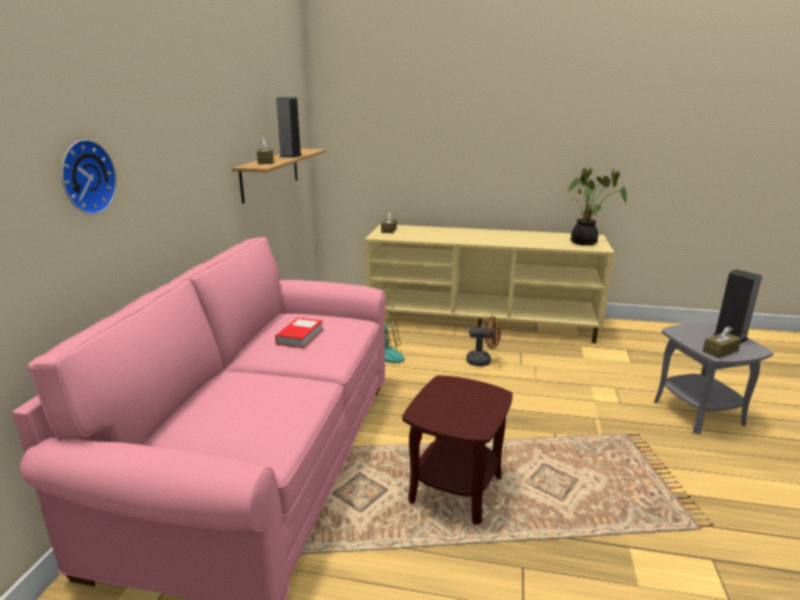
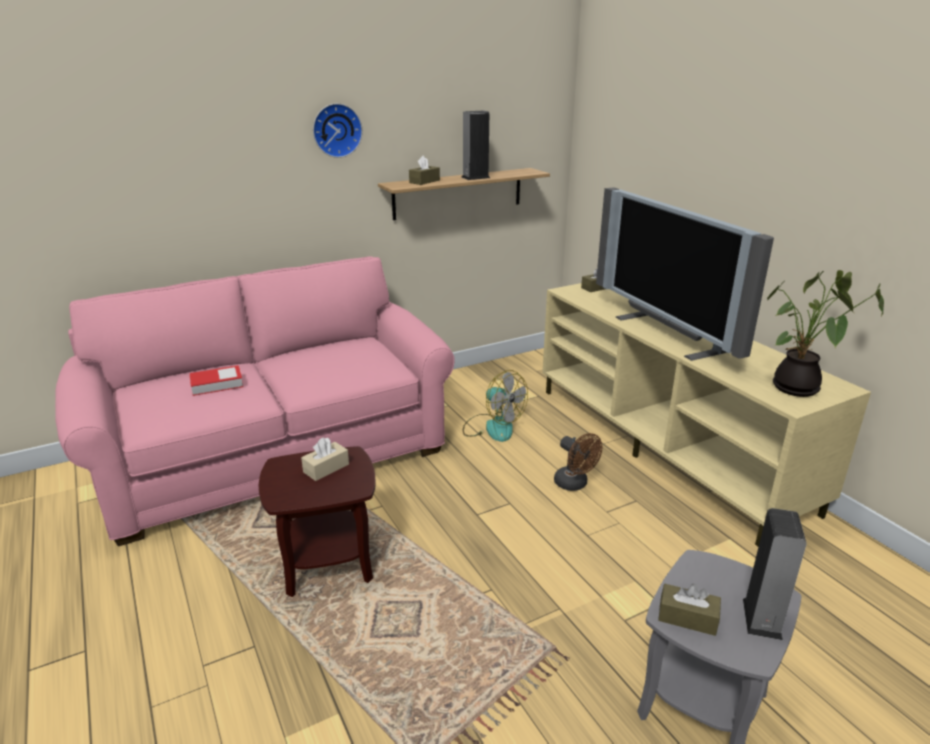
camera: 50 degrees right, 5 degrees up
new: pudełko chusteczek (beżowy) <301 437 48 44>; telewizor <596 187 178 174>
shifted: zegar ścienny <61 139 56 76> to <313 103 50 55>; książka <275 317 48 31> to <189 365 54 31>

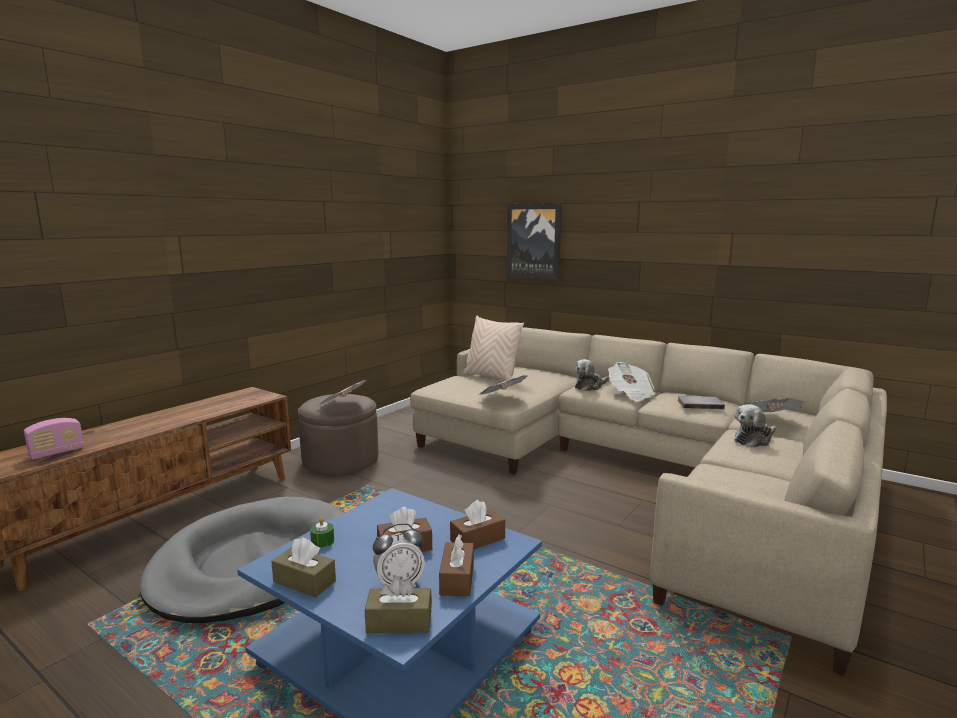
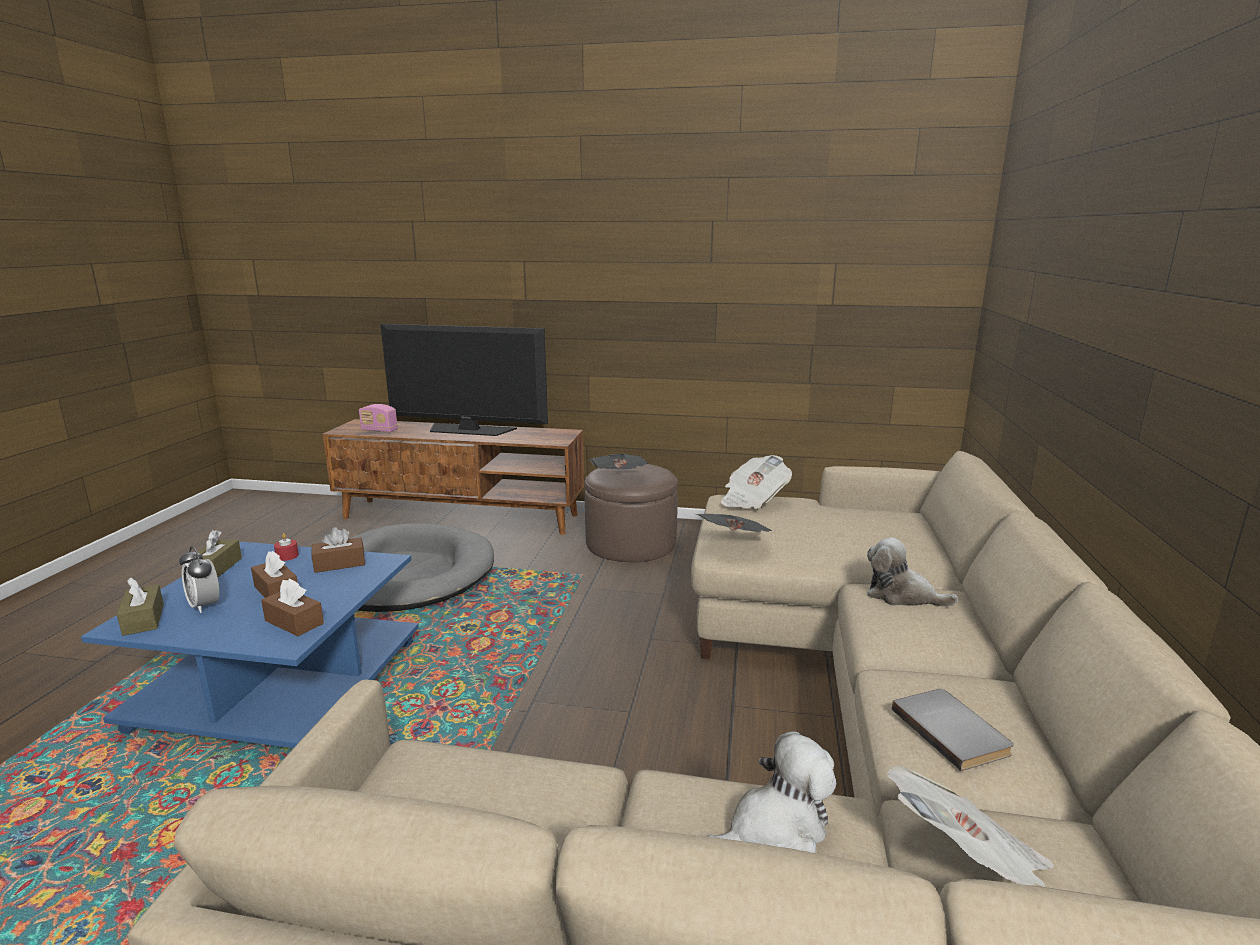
camera: 65 degrees right, 5 degrees up
gone: poduszka (beżowy) <463 316 61 65>; obraz <506 203 56 77>
new: telewizor <380 324 168 112>
shifted: pudełko chusteczek (brązowy) <439 535 35 61> to <311 527 54 46>; gazeta <608 362 48 39> to <721 455 71 54>
repainted: świeca (zielony) <310 517 24 31> to świeca (czerwony) <274 533 25 28>
rotated: pluszak <734 404 42 44> = <707 731 129 122> 120 degrees clockwise

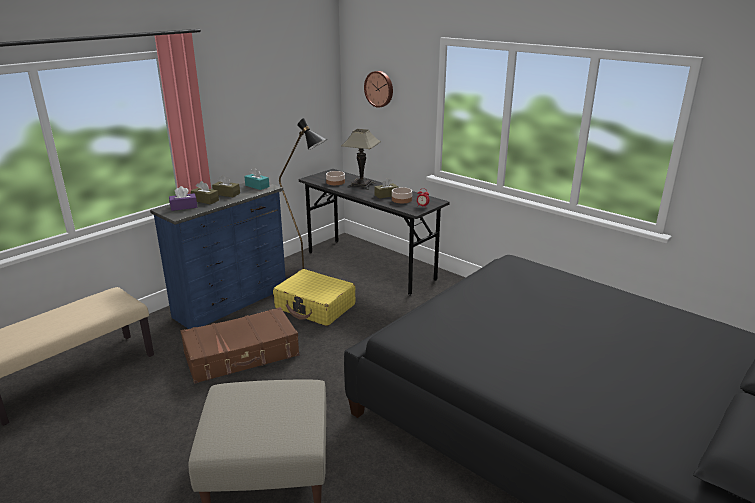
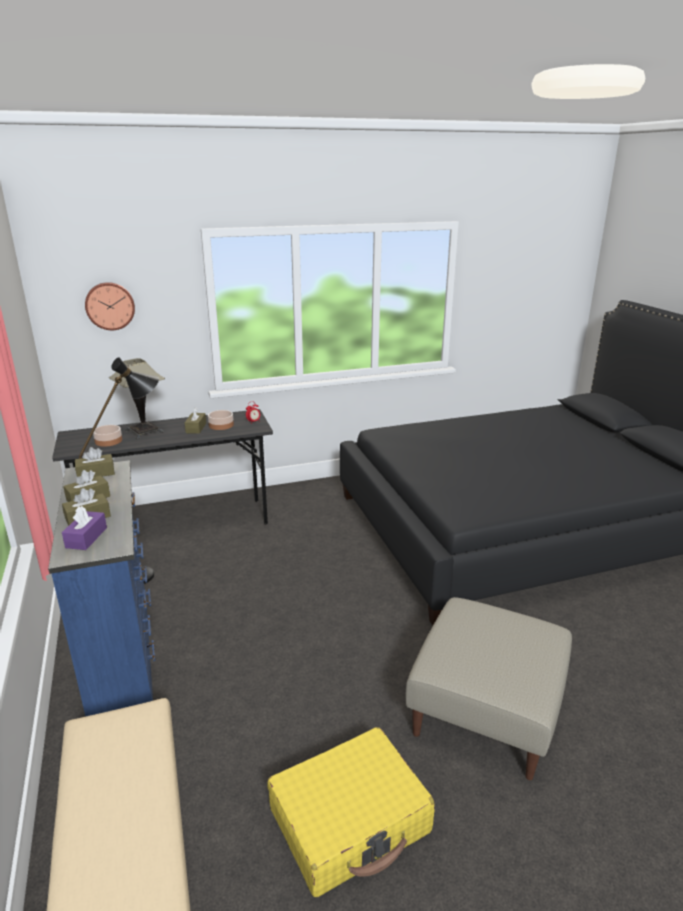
camera: 60 degrees left, 0 degrees up
gone: walizka (brązowy) <180 307 119 76>
shifted: walizka (żółty) <273 269 82 57> to <267 727 167 170>
repainted: pudełko chusteczek (turkusowy) <244 168 25 22> to pudełko chusteczek (brązowy) <75 447 40 30>

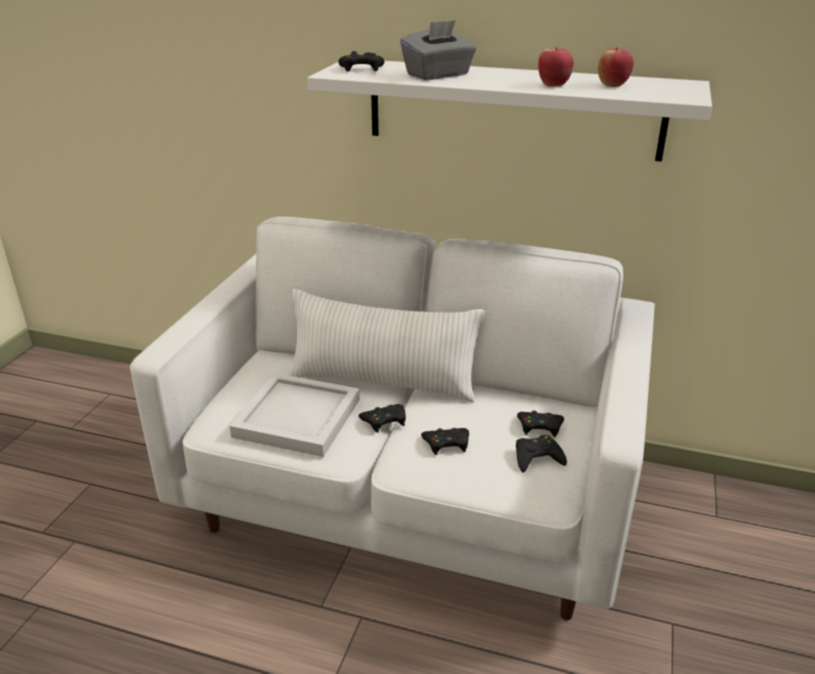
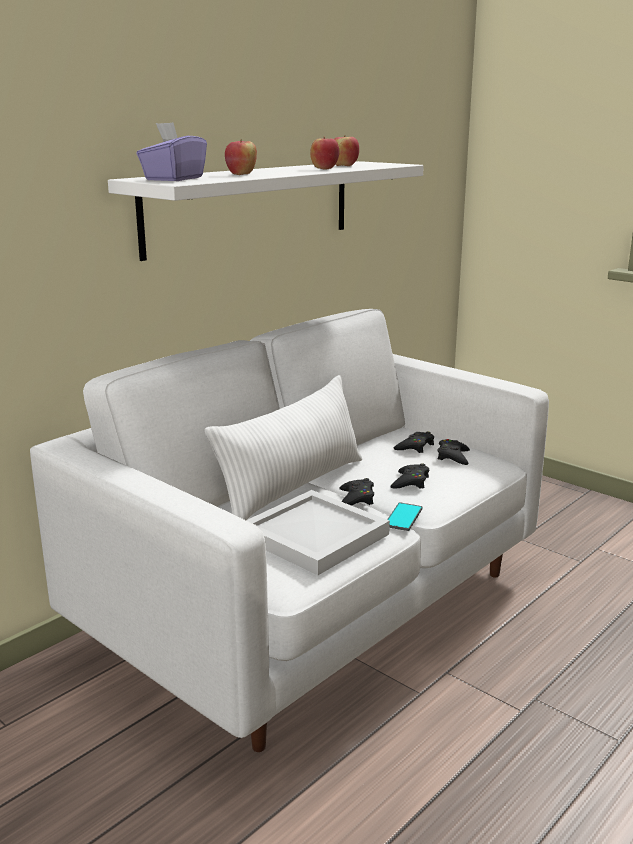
camera: 65 degrees left, 10 degrees down
new: telefon <387 502 35 29>
swapped: pad do gier (czarny) <338 51 47 21> to pudełko chusteczek (fioletowy) <137 122 70 59>; pudełko chusteczek (szary) <400 20 76 60> to jabłko <225 139 32 36>

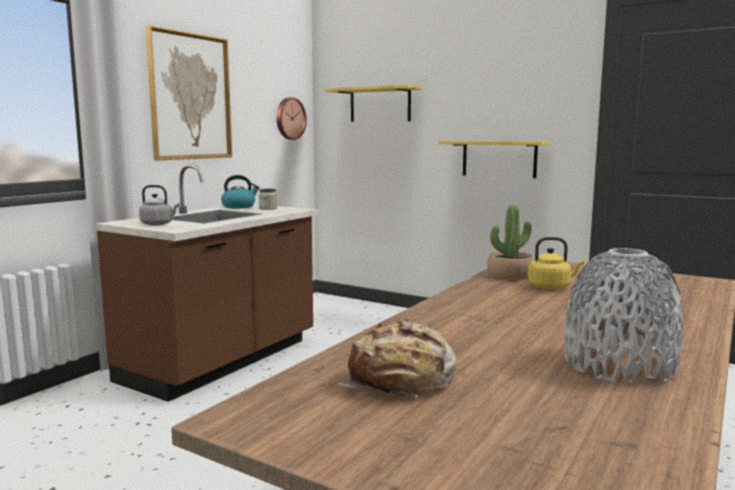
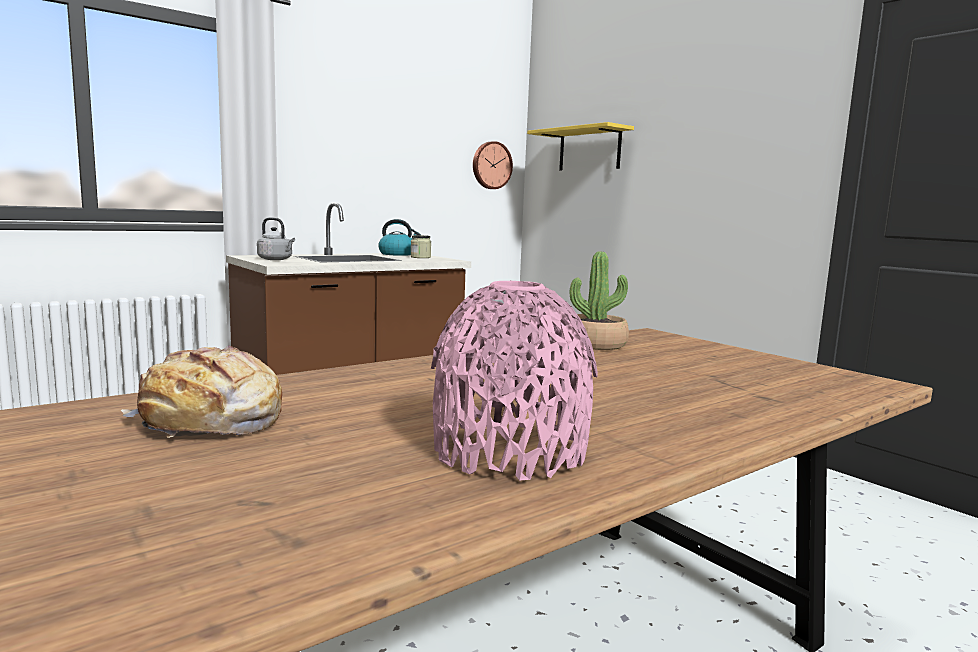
camera: 20 degrees right, 0 degrees up
gone: obraz <146 25 86 135>; półka (żółty) <438 141 114 37>; czajnik (żółty) <528 237 56 52>
repainted: wazon (szary) <565 248 118 136> to wazon (różowy) <431 281 167 199>

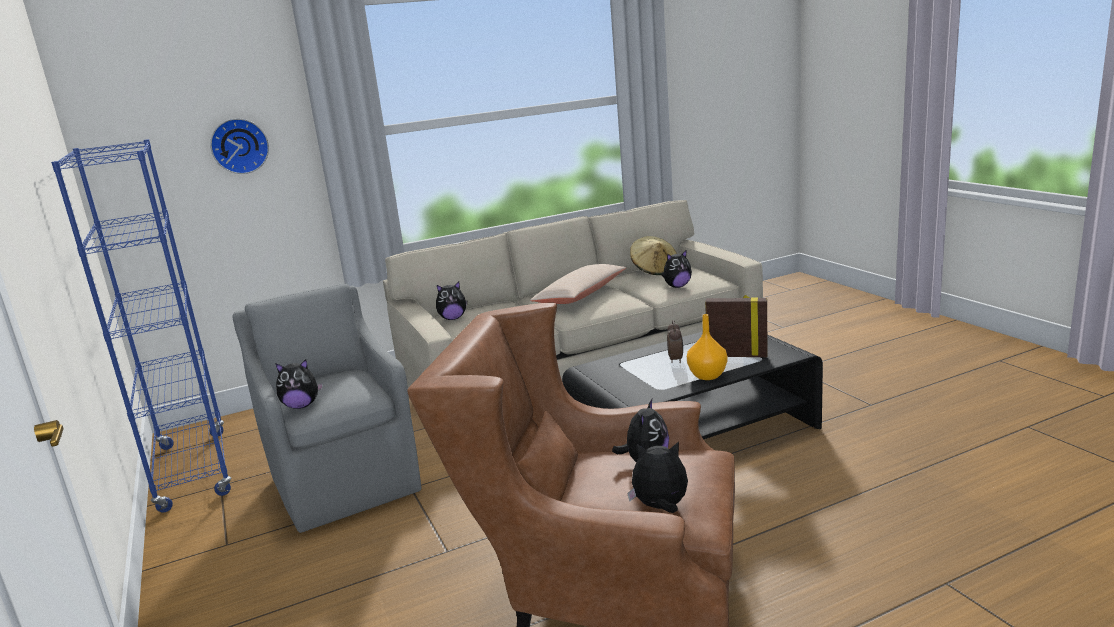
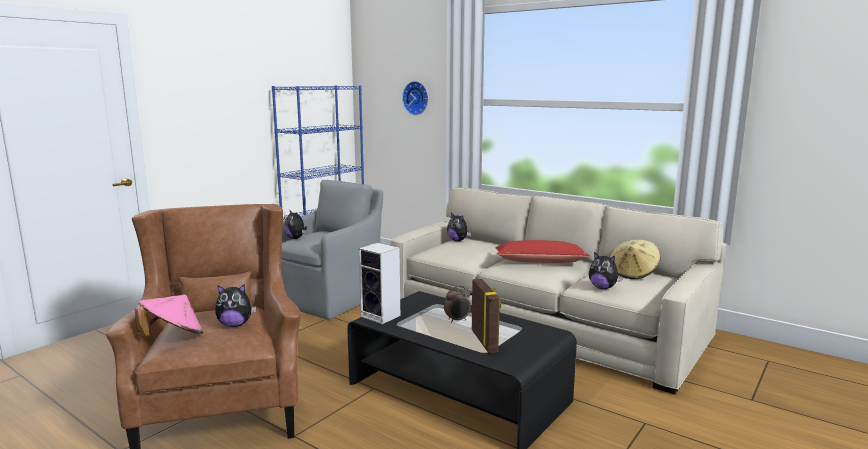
camera: 60 degrees right, 5 degrees down
gone: wazon (pomarańczowy) <687 314 41 66>
new: głośnik <359 243 41 81>
swapped: pluszak <627 442 61 71> to kapelusz (różowy) <135 295 68 42>
repainted: poduszka (beżowy) <530 264 97 40> to poduszka (czerwony) <495 240 95 23>

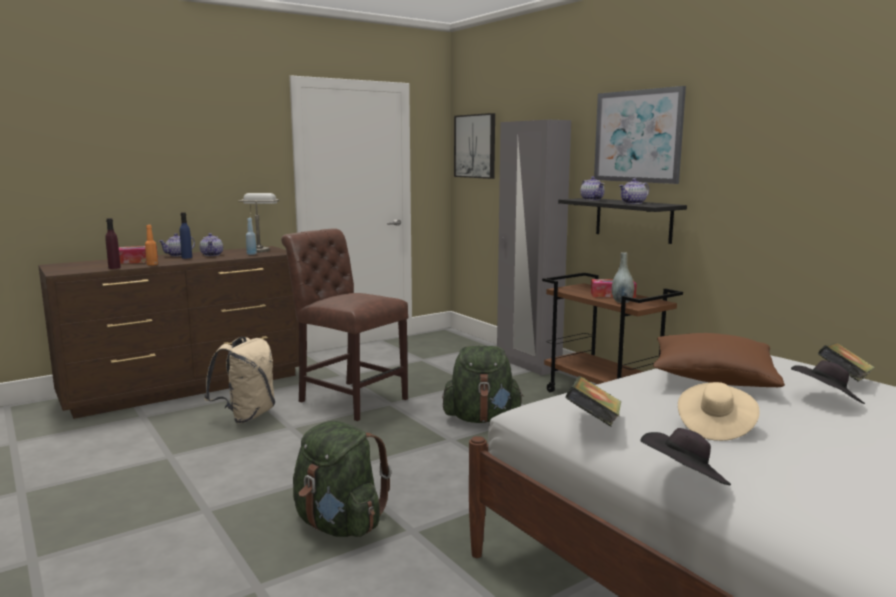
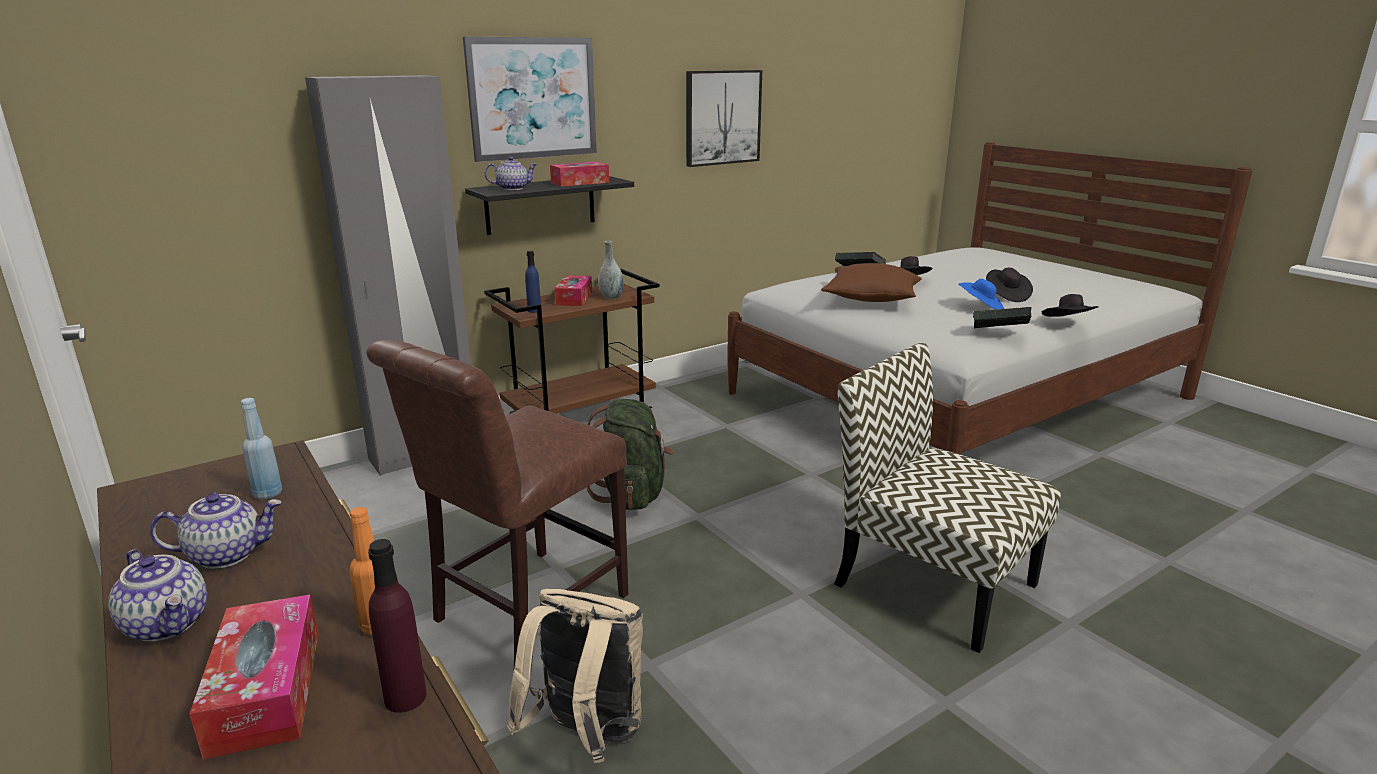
camera: 90 degrees left, 10 degrees up
gone: lampa stołowa (szary) <238 193 41 60>
new: kapelusz (czarny) <986 268 47 34>
shifted: butelka (niebieski) <180 212 12 47> to <525 251 16 62>; obraz <454 113 41 66> to <686 70 76 97>
swapped: plecak (zielony) <293 421 98 116> to krzesło <834 343 227 310>; imbryk <619 178 30 26> to pudełko chusteczek <550 162 59 25>
repainted: kapelusz (beżowy) <678 382 82 59> to kapelusz (niebieski) <959 279 45 30>

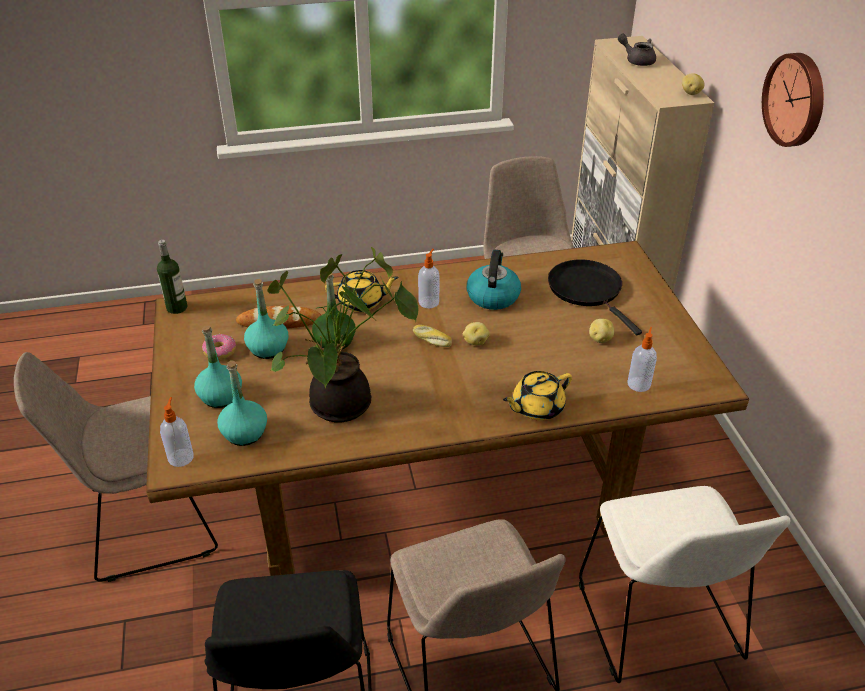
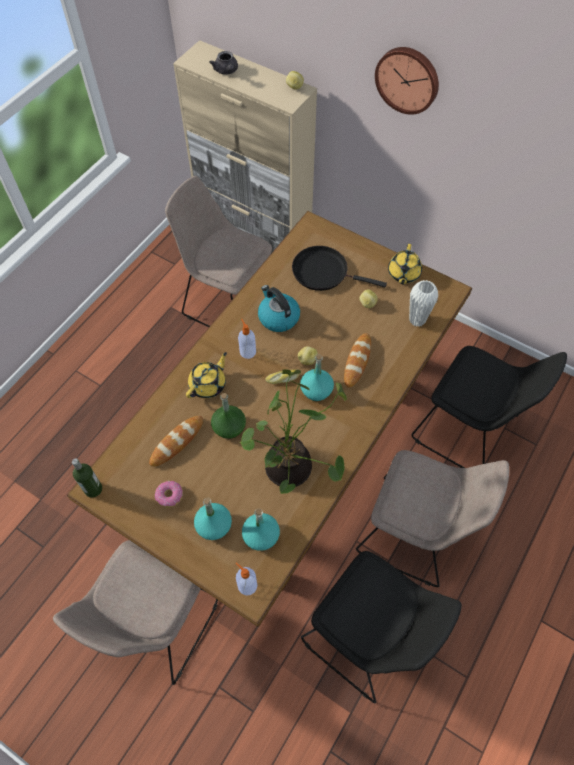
camera: 45 degrees left, 20 degrees up
new: chleb <344 333 27 55>
shifted: butelka (turkusowy) <244 279 44 80> to <300 354 34 47>; imbryk (żółty) <503 371 69 49> to <388 244 34 40>
swapped: dozownik mydła <628 327 29 65> to wazon (biały) <409 280 29 47>
repainted: krzesło (biały) <579 486 211 197> to krzesło (czarny) <412 346 155 122>
rotated: imbryk (szary) <618 34 38 32> = <209 51 29 24> 105 degrees counterclockwise

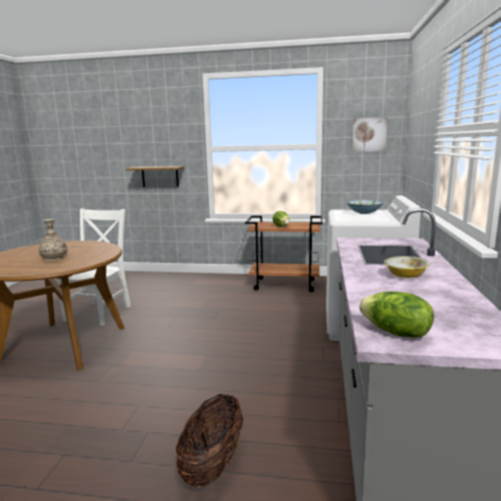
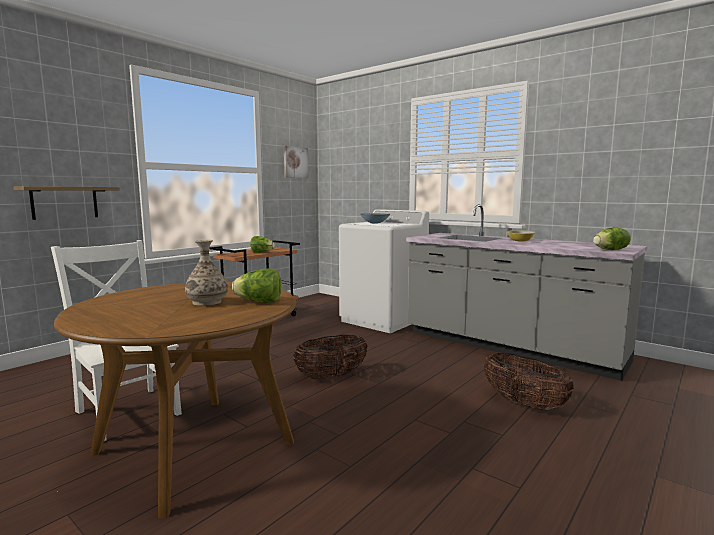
camera: 60 degrees left, 5 degrees down
new: sałata <232 268 49 35>; koszyk <293 335 75 44>

